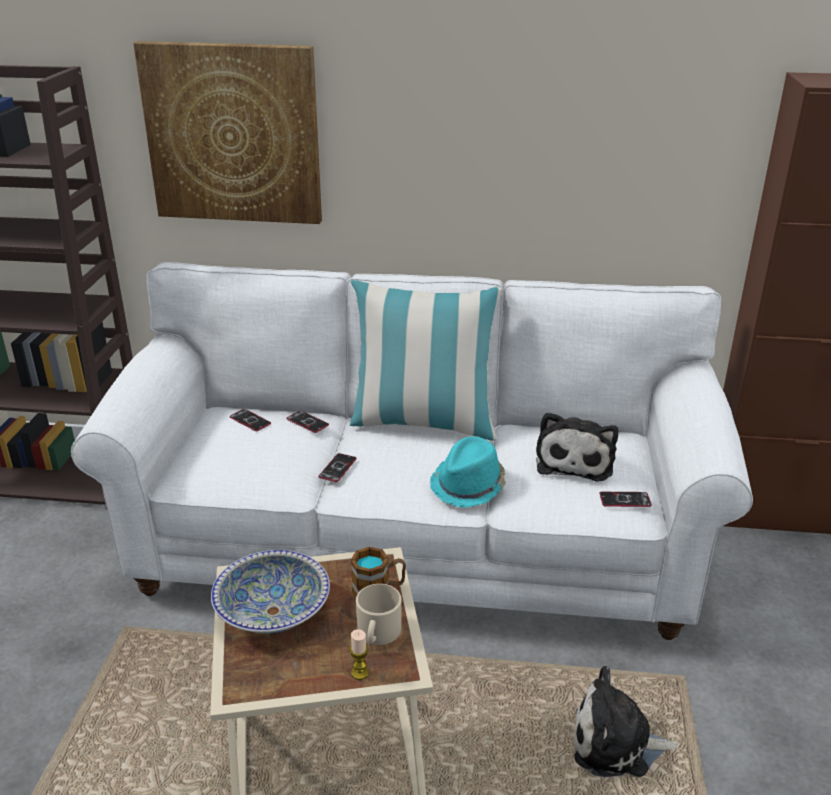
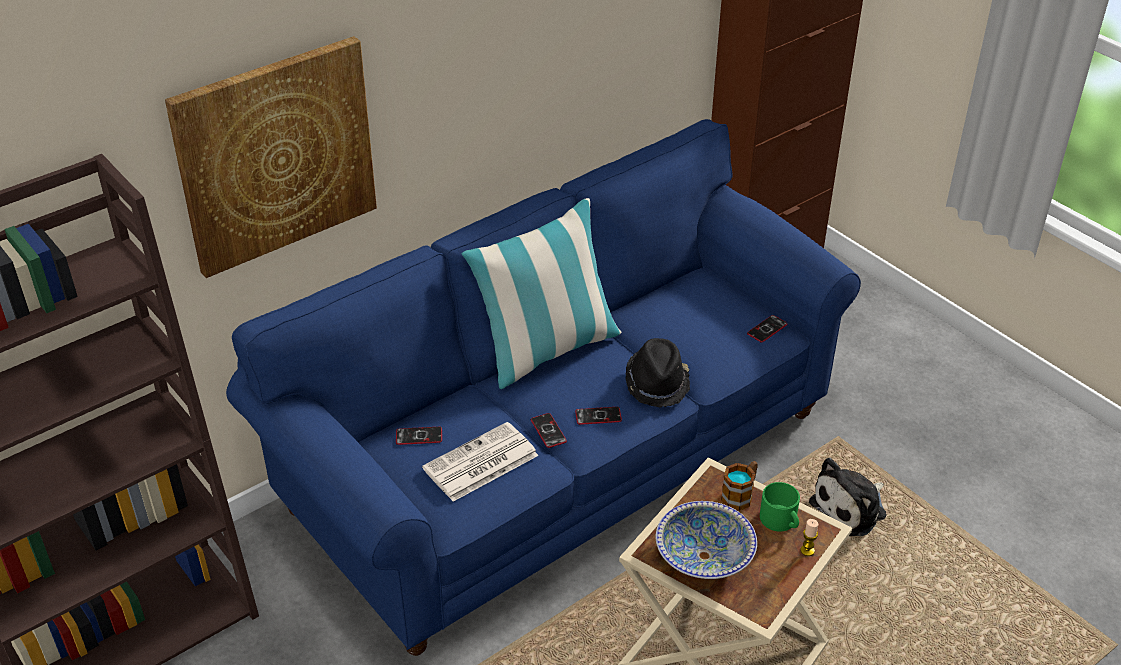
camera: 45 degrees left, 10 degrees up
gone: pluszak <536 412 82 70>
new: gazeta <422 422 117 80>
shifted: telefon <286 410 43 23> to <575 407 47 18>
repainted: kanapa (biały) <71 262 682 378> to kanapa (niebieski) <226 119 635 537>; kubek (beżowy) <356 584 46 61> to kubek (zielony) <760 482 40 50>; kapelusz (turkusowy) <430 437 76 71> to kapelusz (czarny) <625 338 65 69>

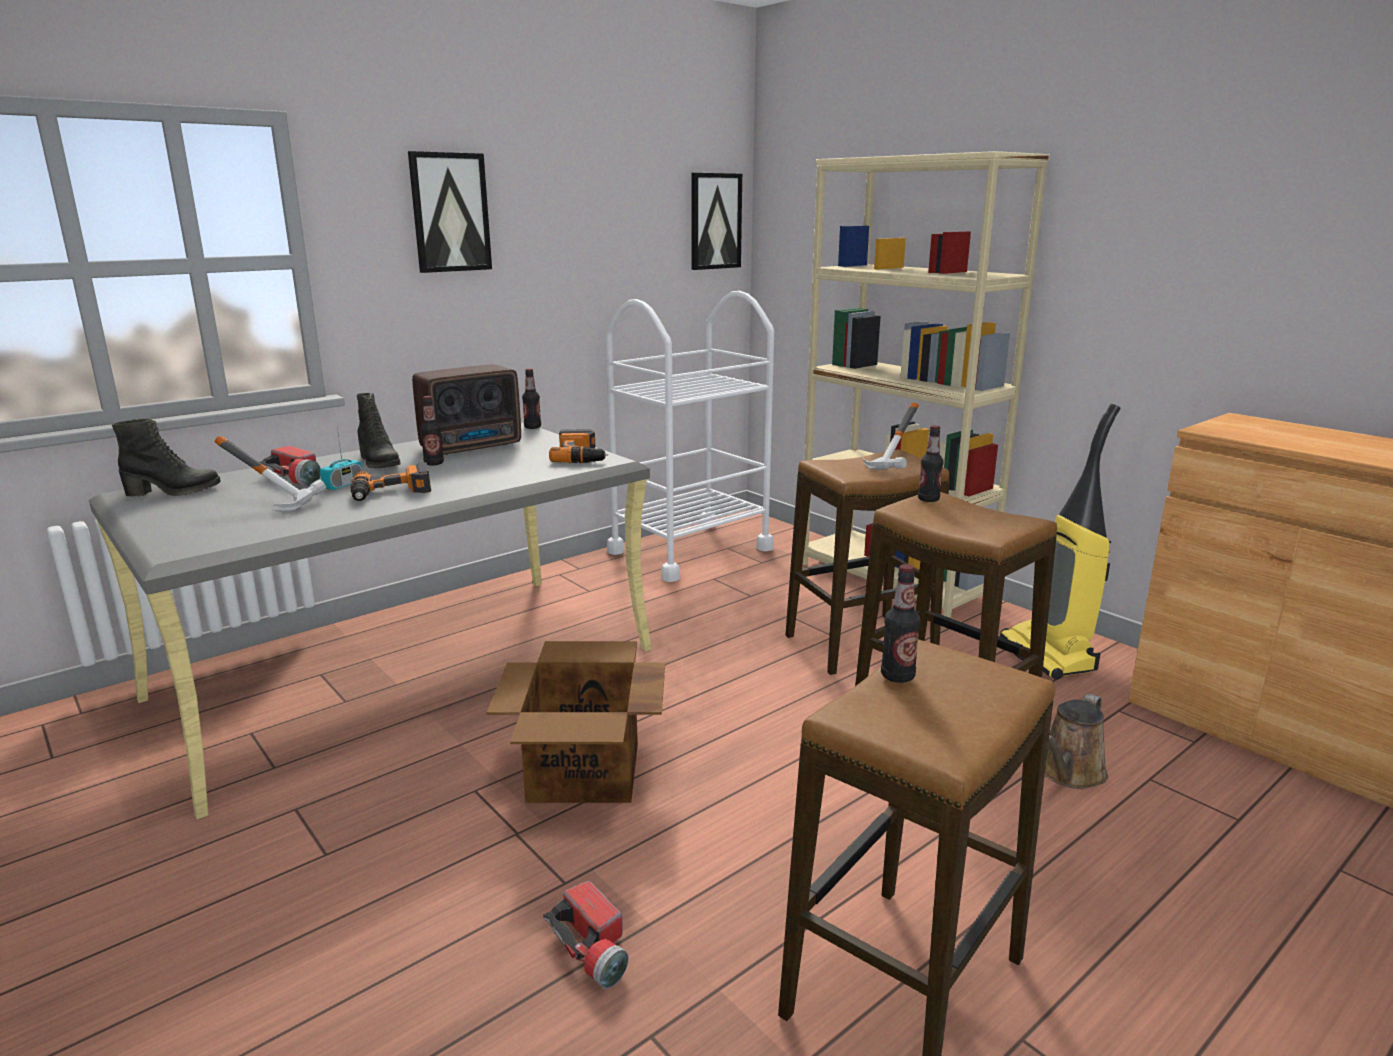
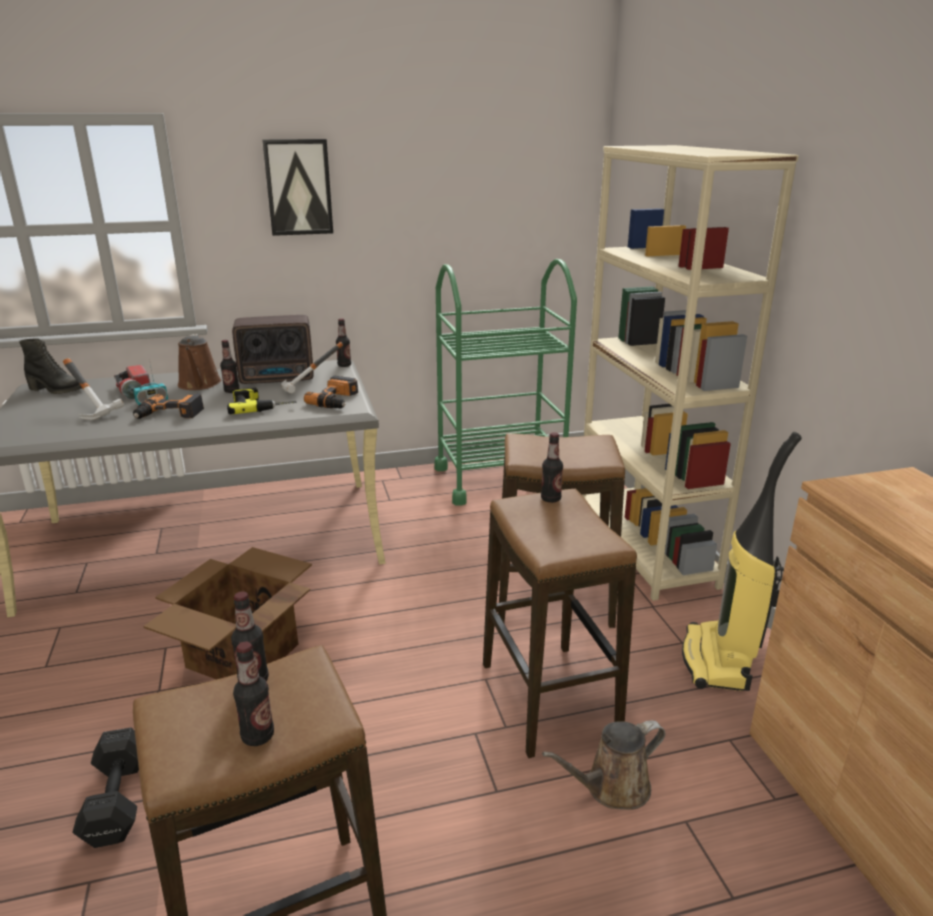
camera: 25 degrees right, 5 degrees up
gone: obraz <691 173 51 97>
new: wiertarka <227 388 70 27>; butelka <233 642 41 104>
shifted: młotek <862 402 57 68> to <281 342 62 51>
swapped: but z cholewką (czarny) <357 393 44 75> to konewka (brązowy) <178 334 43 56>; latarka <543 881 86 108> to hantel (czarny) <72 727 67 121>
repainted: wózek (biały) <605 291 169 291> to wózek (zielony) <434 259 143 247>

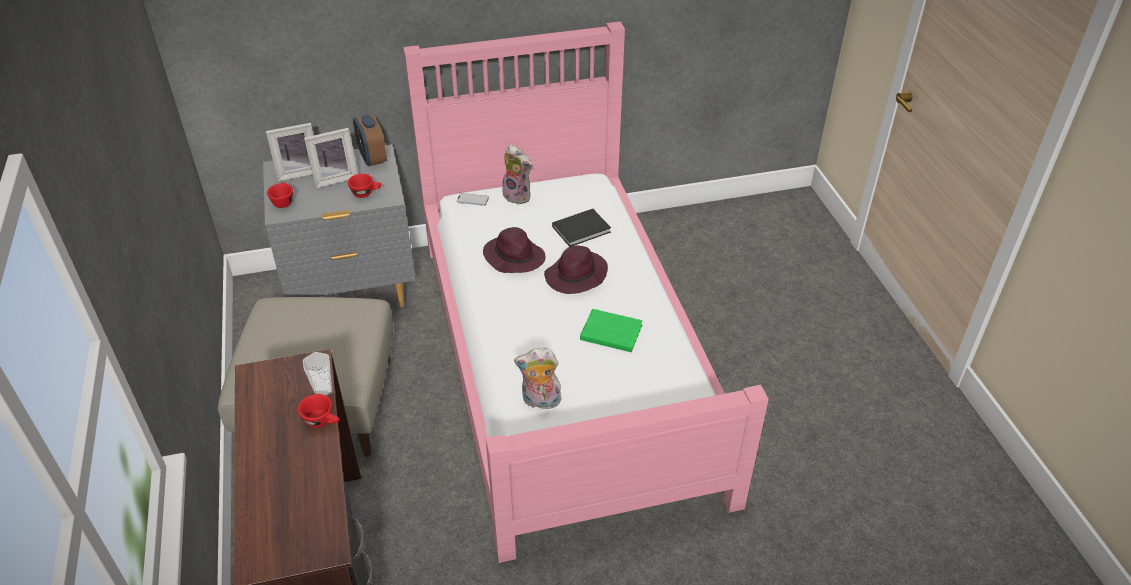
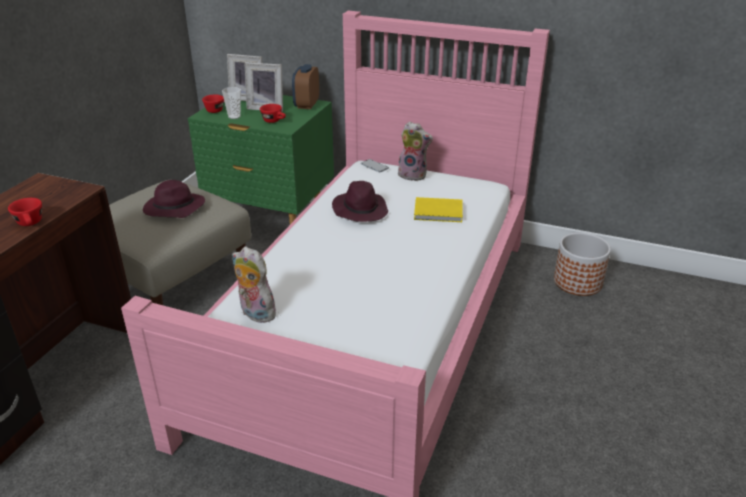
camera: 35 degrees right, 10 degrees down
gone: książka (zielony) <580 309 63 43>
new: donica <554 233 57 63>
shifted: filiżanka <303 352 29 44> to <222 87 19 32>; kapelusz (fioletowy) <544 245 64 49> to <143 180 62 38>
repainted: szafka nocna (szary) <263 144 153 163> to szafka nocna (zielony) <188 95 146 129>; książka (czarny) <552 209 59 38> to książka (żółty) <414 197 49 25>
rotated: pluszak <502 145 31 60> = <398 122 35 59> 45 degrees counterclockwise

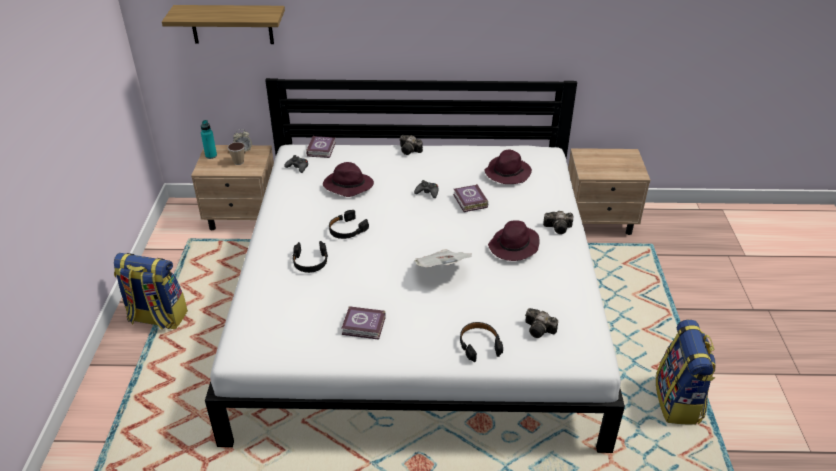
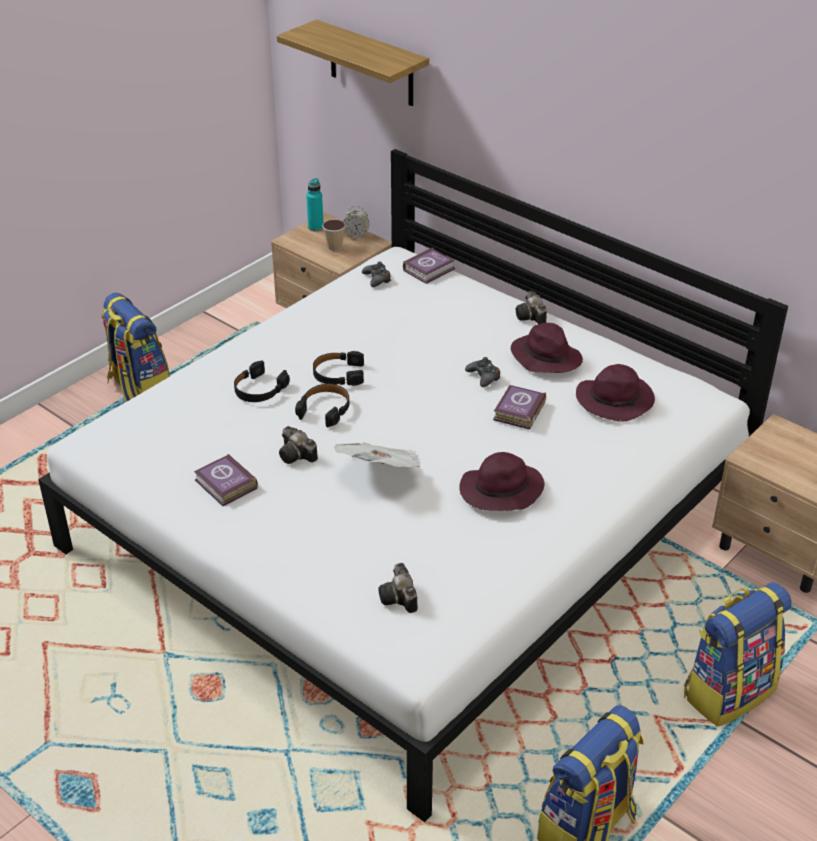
camera: 40 degrees right, 0 degrees up
new: plecak <684 582 107 145>
shifted: kapelusz (fioletowy) <323 162 51 35> to <511 323 72 50>; słuchawki (czarny) <460 322 43 40> to <295 384 54 43>; aparat fotograficzny <543 211 30 23> to <279 426 39 38>

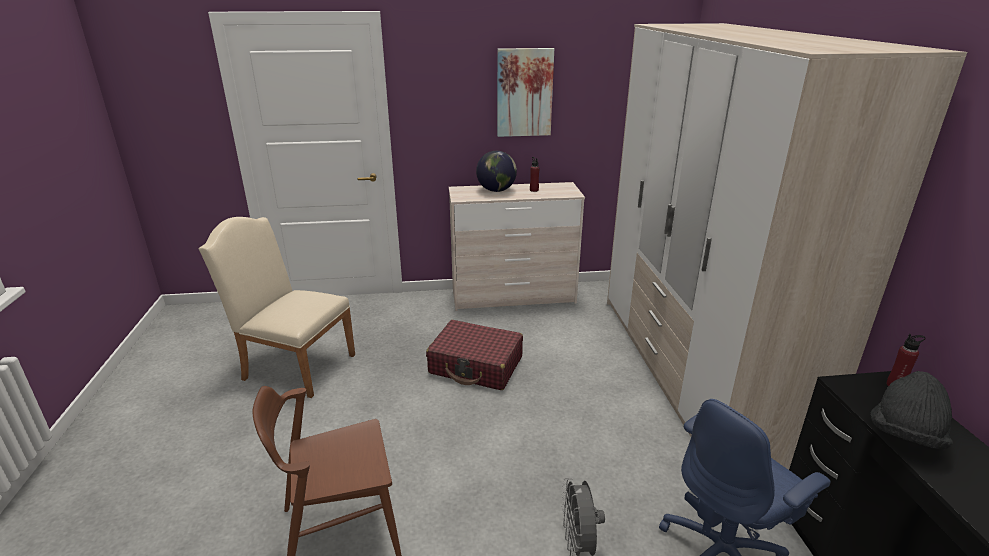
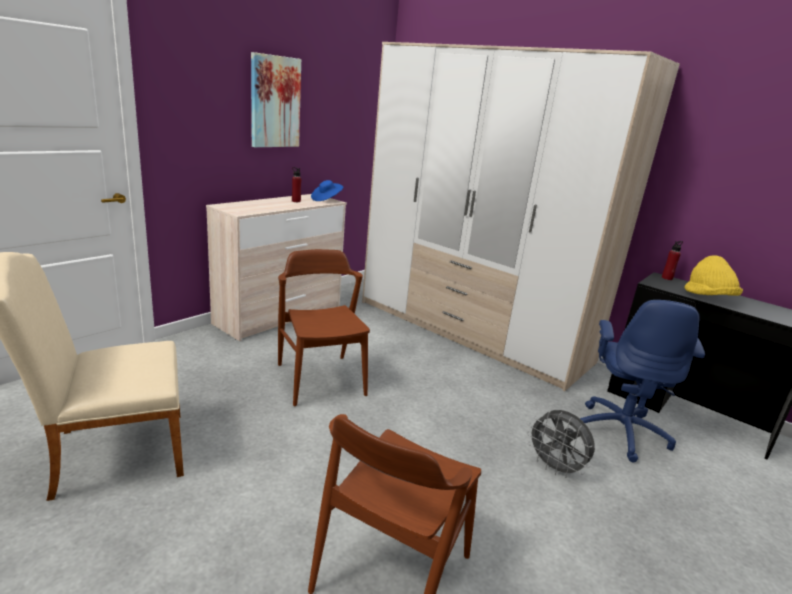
camera: 45 degrees left, 5 degrees down
gone: globus <476 151 41 41>
new: kapelusz (niebieski) <311 180 32 21>
swapped: walizka (czerwony) <426 320 97 70> to krzesło (brązowy) <278 249 92 158>
repainted: kapelusz (czarny) <870 371 83 78> to kapelusz (żółty) <684 255 59 41>

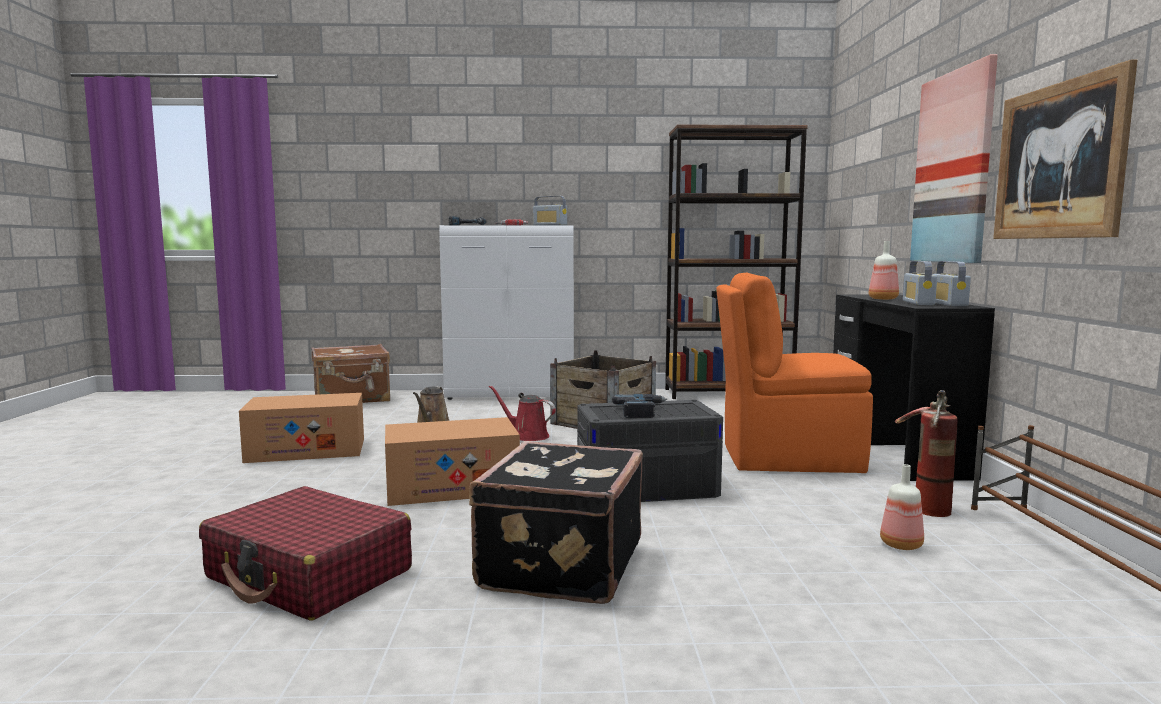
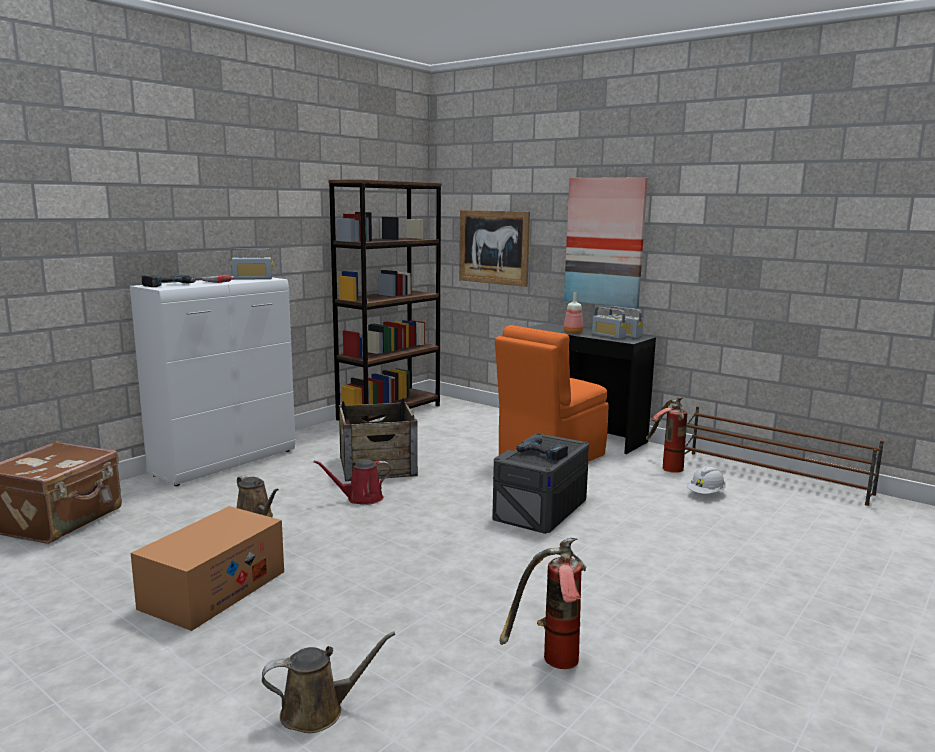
camera: 50 degrees left, 5 degrees up
gone: karton <385 417 135 89>; walizka (czarny) <469 441 174 163>
new: konewka (brązowy) <262 632 133 101>
shifted: obraz <993 60 144 179> to <459 210 71 77>
swapped: walizka (czerwony) <199 486 213 135> to gaśnica <500 538 86 131>; butelka <880 464 44 86> to kask (biały) <687 466 39 28>

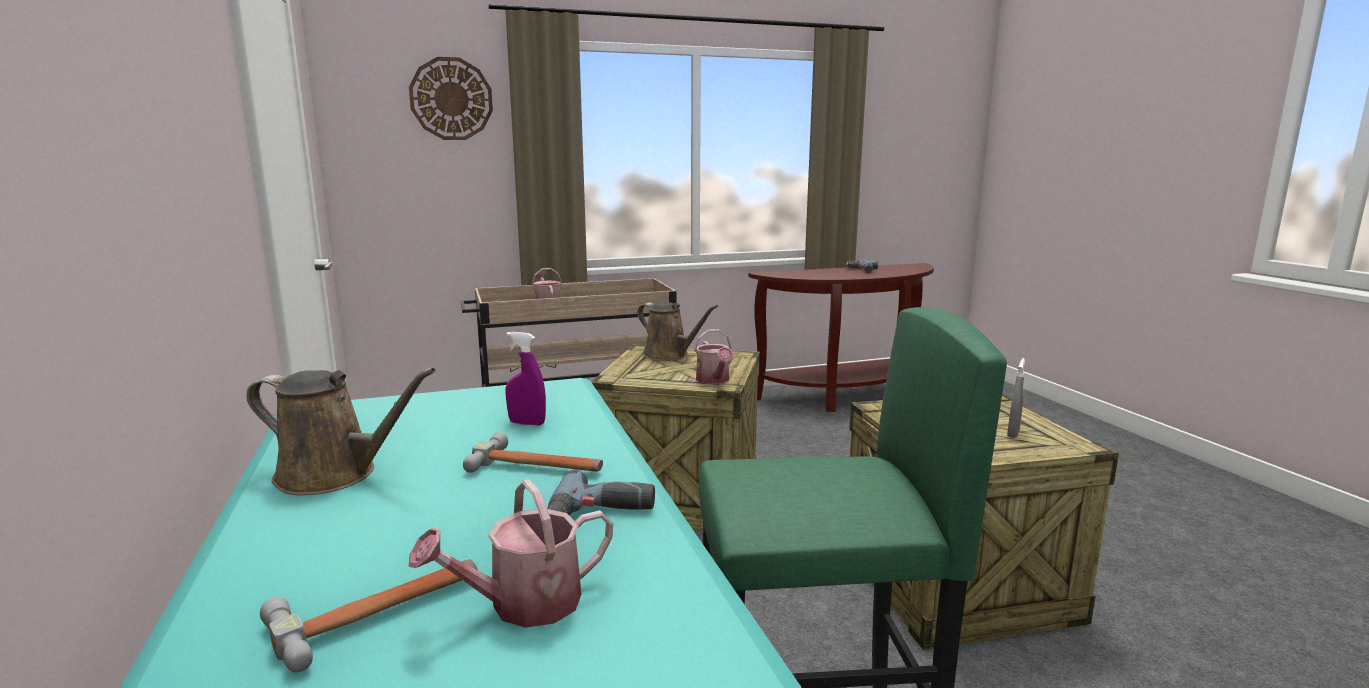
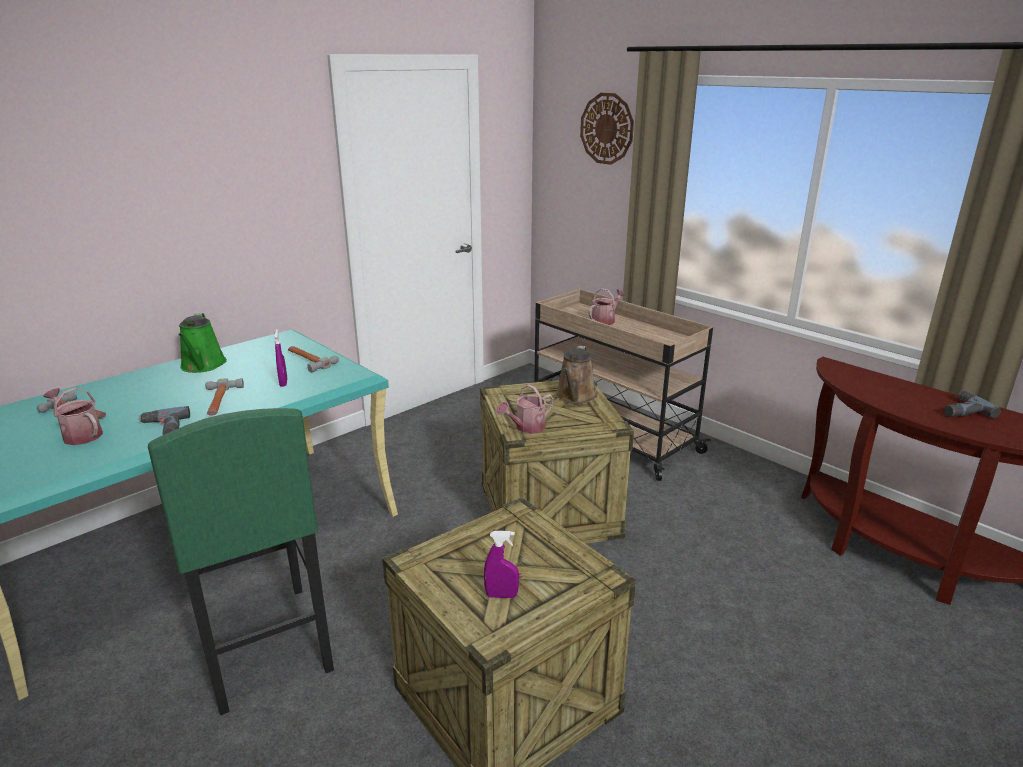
camera: 65 degrees right, 10 degrees up
new: młotek <288 346 51 27>
repainted: konewka (brązowy) <247 368 189 128> to konewka (zielony) <178 313 49 60>; spryskiwacz (szary) <1007 358 18 80> to spryskiwacz (fioletowy) <484 531 35 67>

